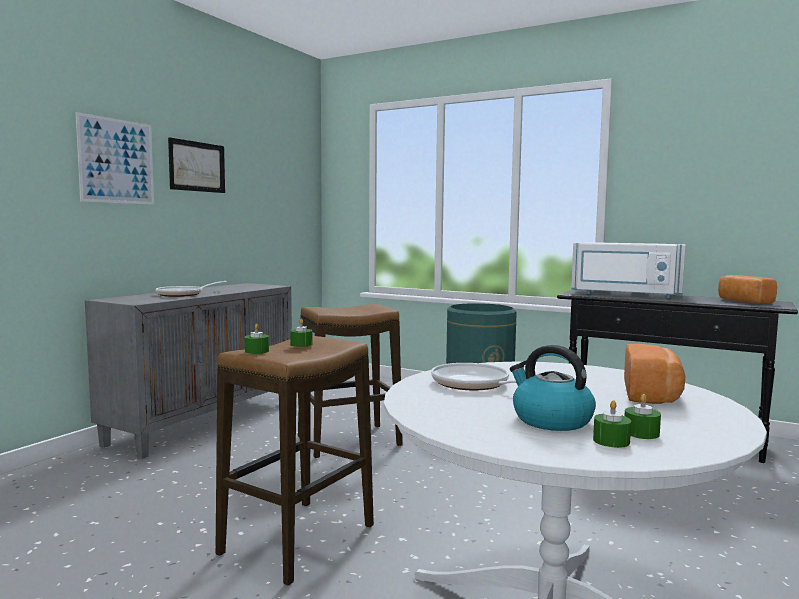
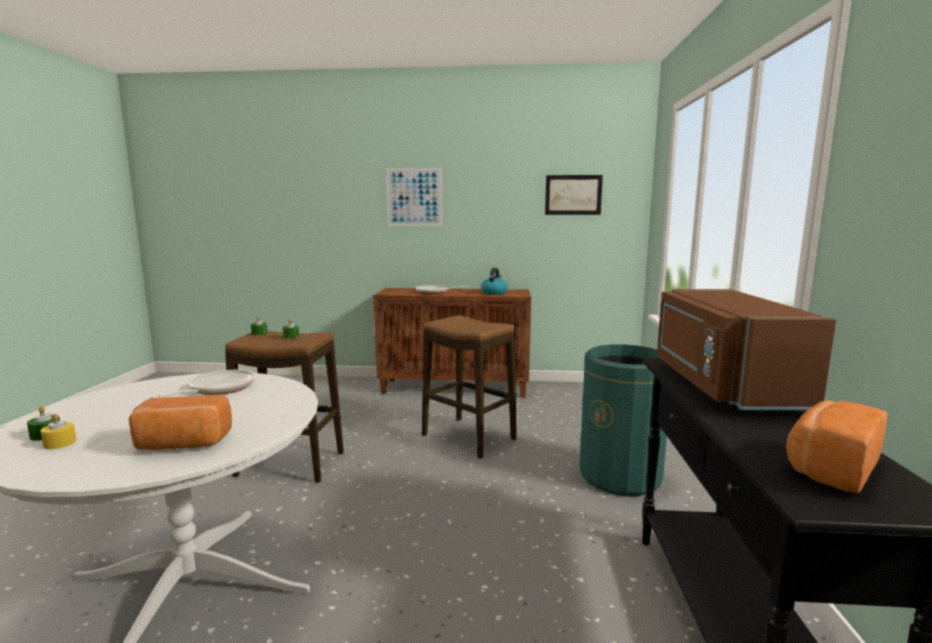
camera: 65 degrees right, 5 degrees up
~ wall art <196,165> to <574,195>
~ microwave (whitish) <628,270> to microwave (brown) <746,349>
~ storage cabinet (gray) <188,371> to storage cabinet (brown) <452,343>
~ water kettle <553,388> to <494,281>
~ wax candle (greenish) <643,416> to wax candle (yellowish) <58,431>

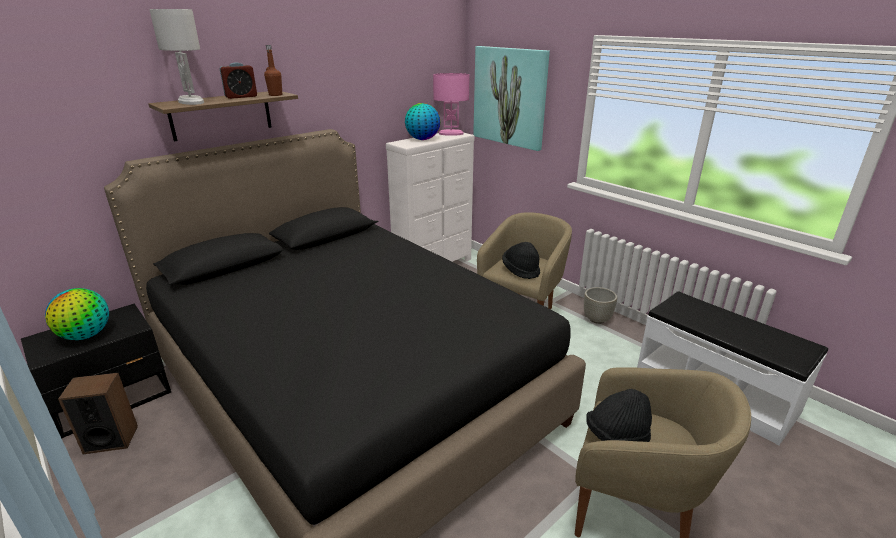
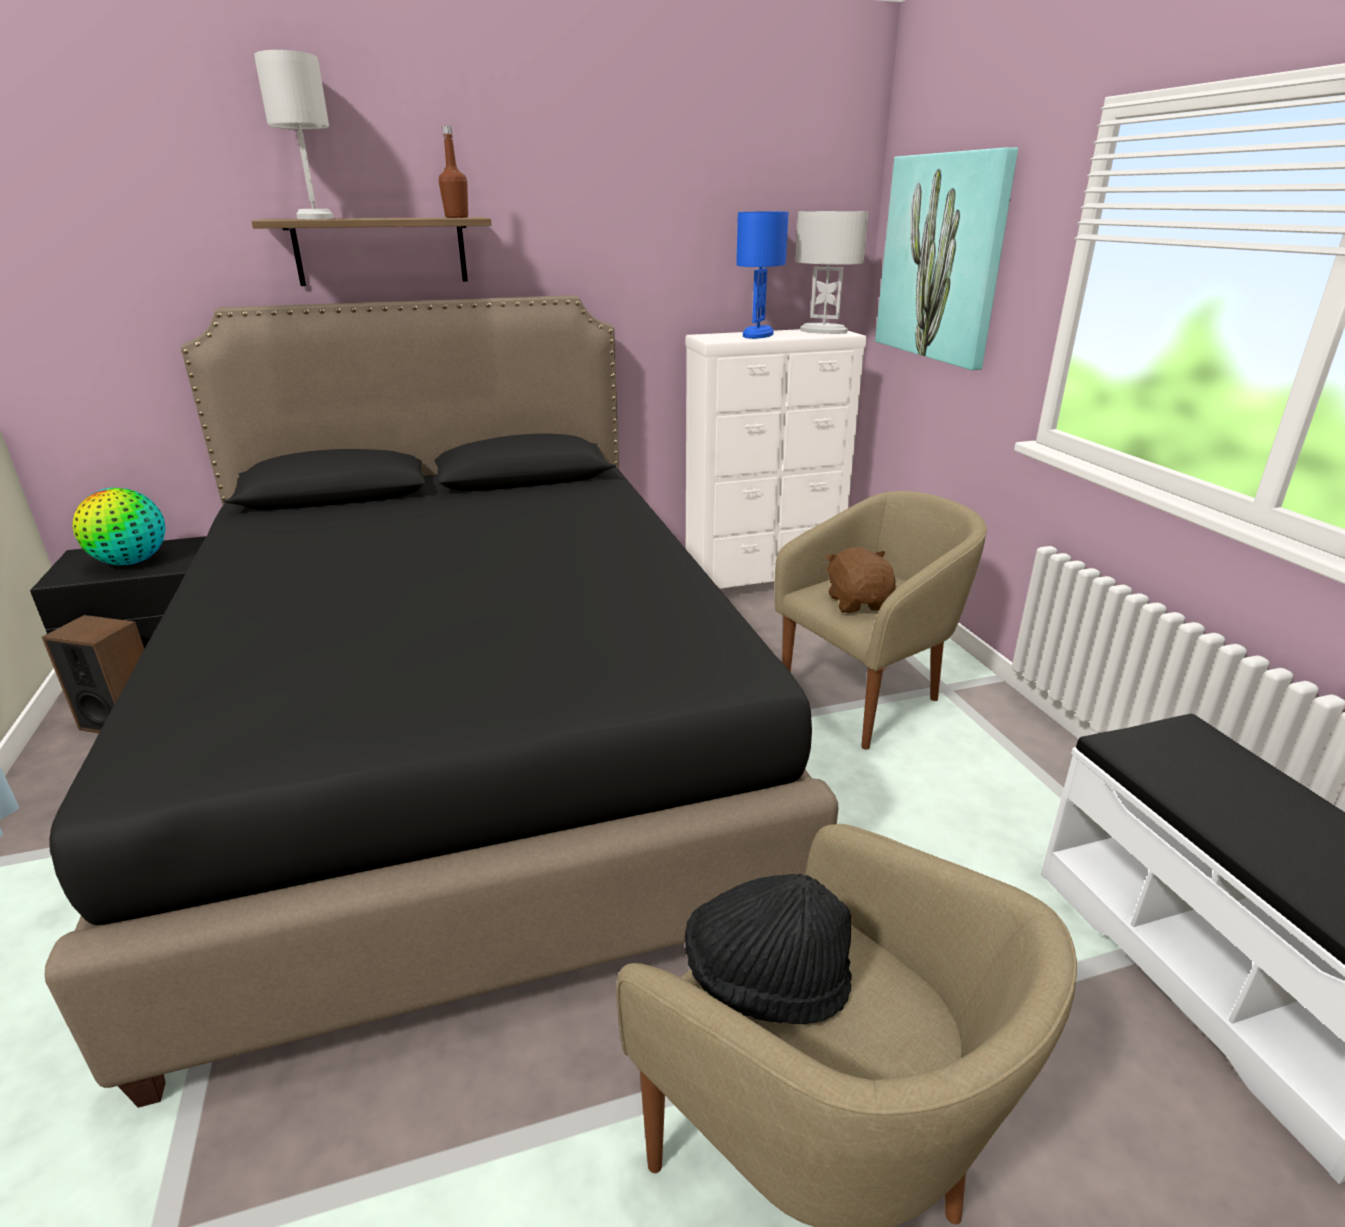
camera: 25 degrees right, 0 degrees up
- bedside clock <238,80>
~ lamp for a table (pink-coloured) <451,104> to lamp for a table (whitish) <831,272>
~ globe <422,121> to lamp for a table (blue-coloured) <762,275>
~ wearable hat (blackish) <521,260> to soft toy (brown) <860,580>
- flower pot (gray) <600,305>

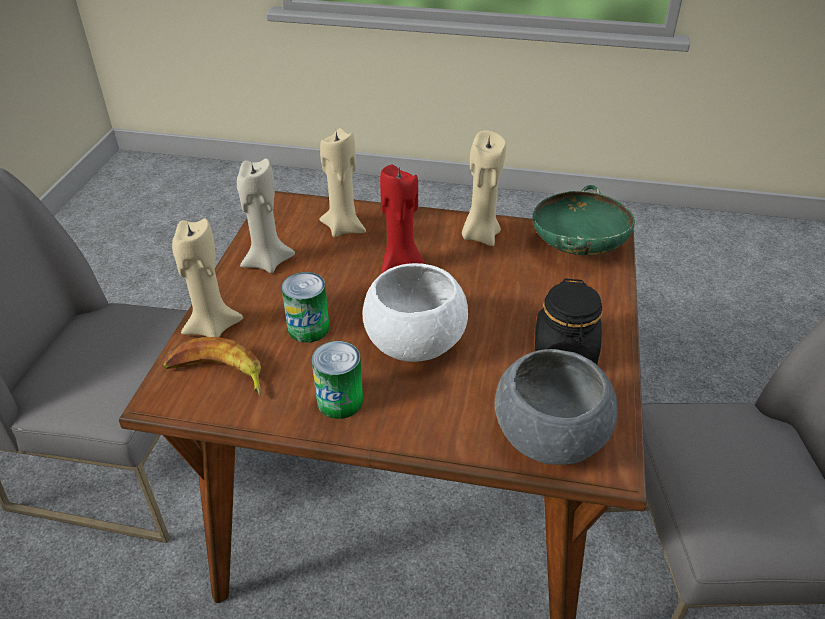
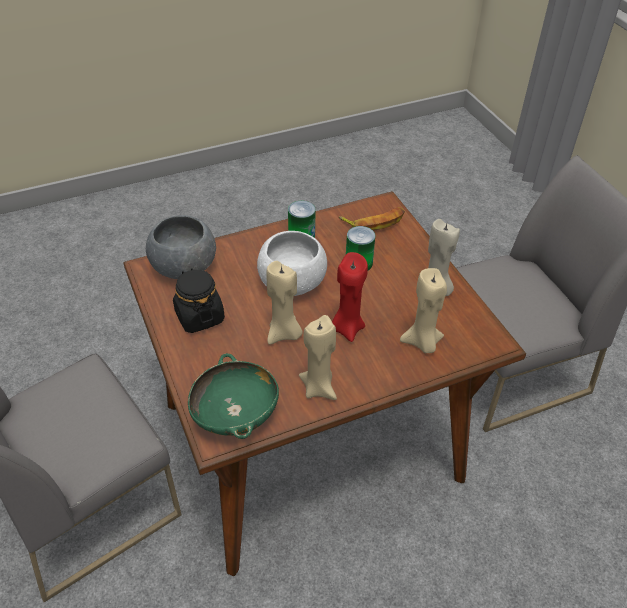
camera: 145 degrees right, 5 degrees up
~ wax candle (beige-coloured) <207,277> to <284,303>

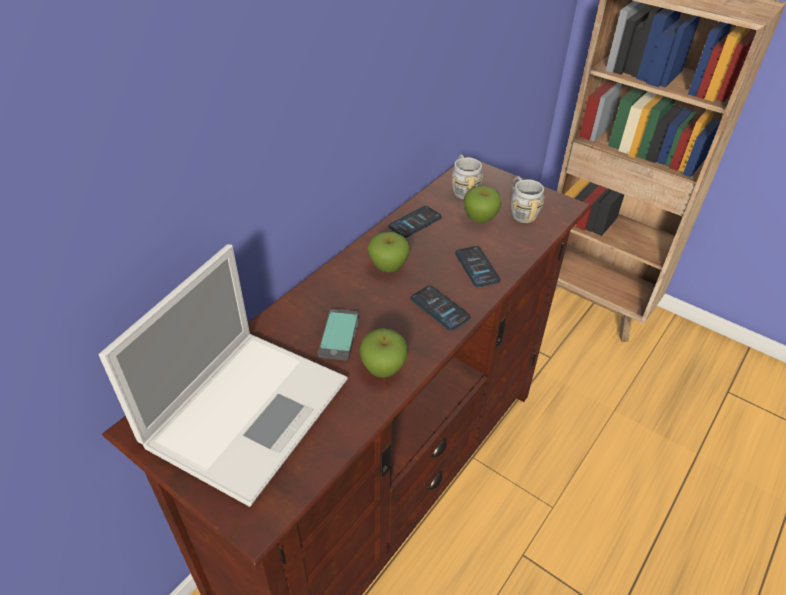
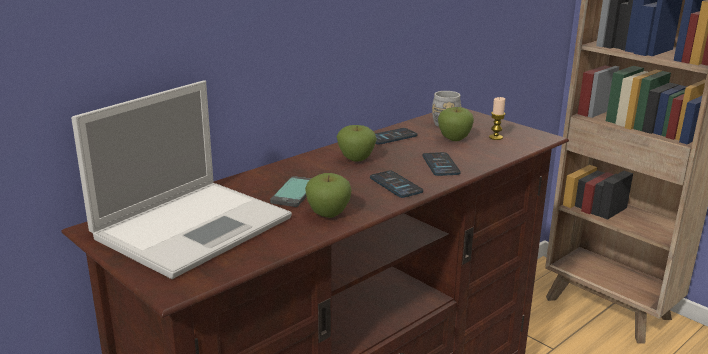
camera: 10 degrees right, 20 degrees down
~ tea mug (gray) <527,199> to wax candle <497,118>

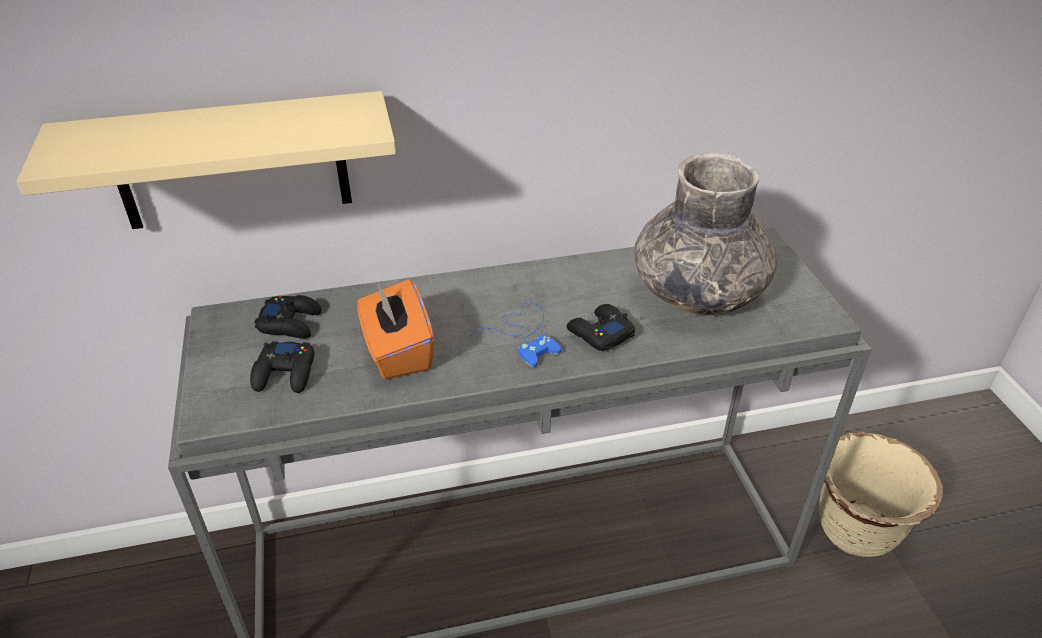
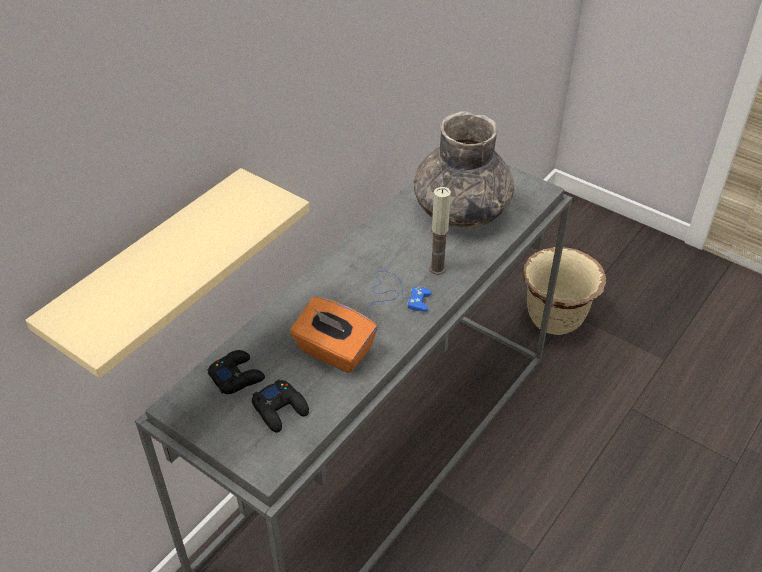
camera: 40 degrees left, 5 degrees up
~ game controller (blackish) <601,327> to wax candle <440,231>

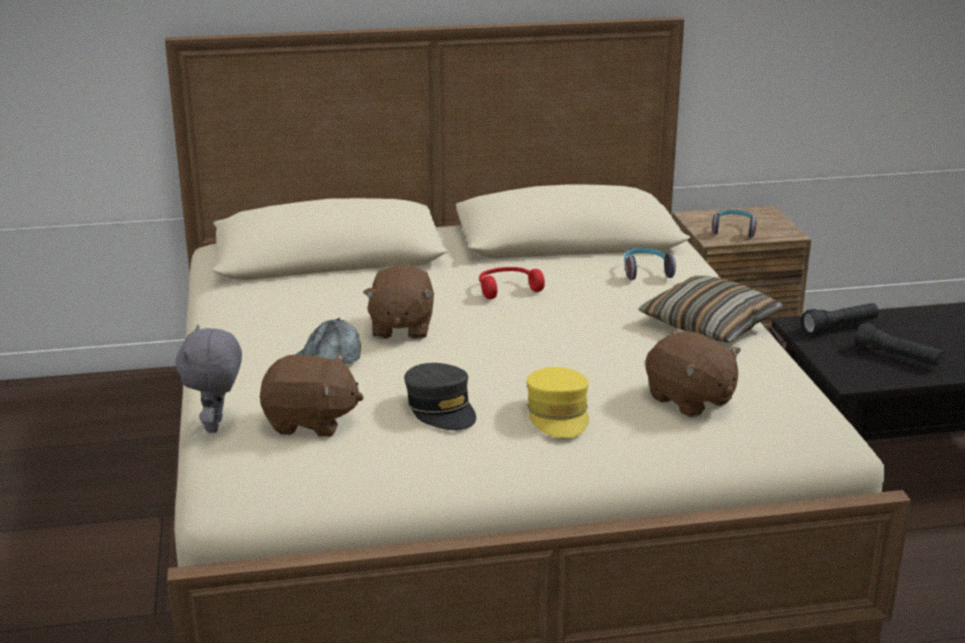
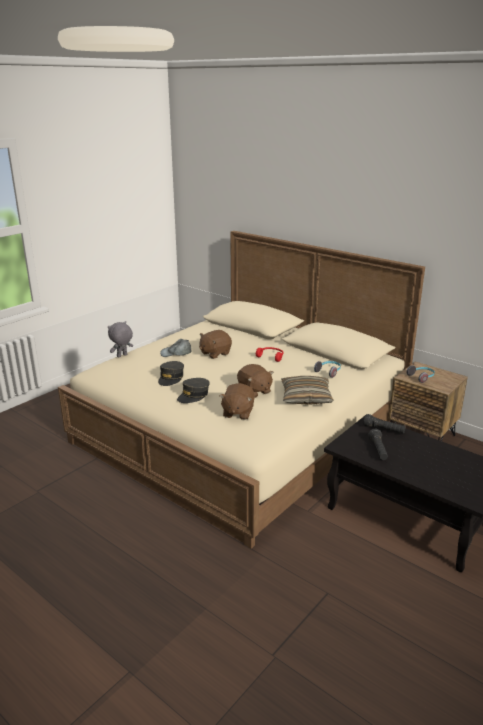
camera: 50 degrees right, 0 degrees up
~ soft toy (brown) <312,395> to <255,381>
~ cap (yellowish) <557,402> to cap (gray) <193,390>

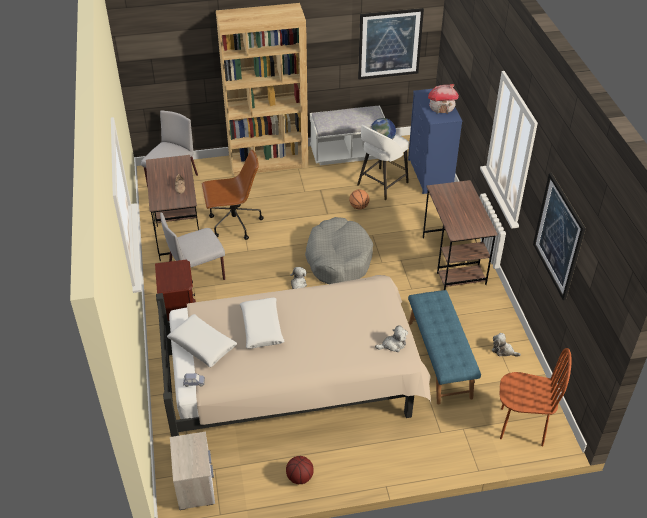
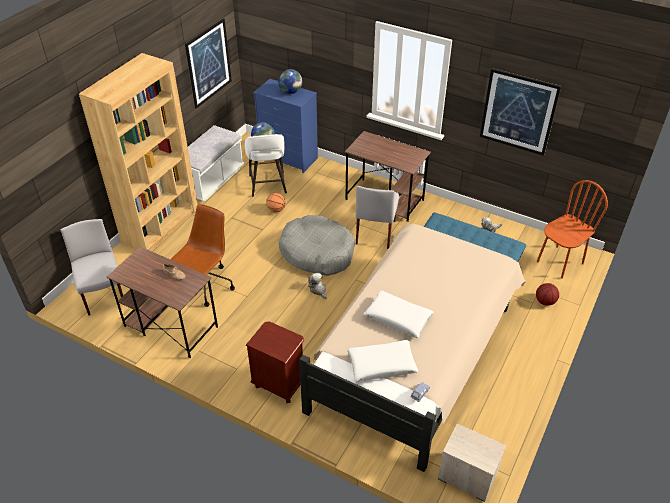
camera: 50 degrees left, 0 degrees up
~ toy house <443,99> to globe <290,81>
~ plain chair (gray) <192,246> to <377,217>
- soft toy <391,338>
~ ball for basketball <300,470> to <547,294>

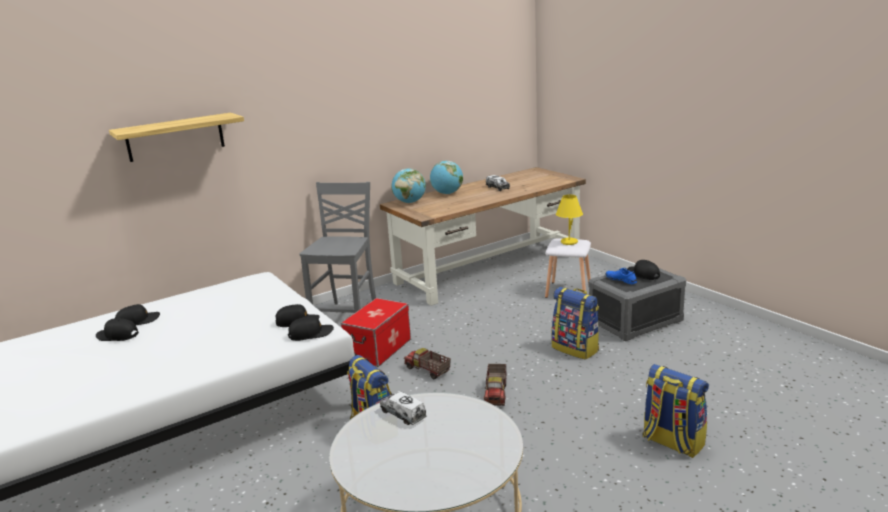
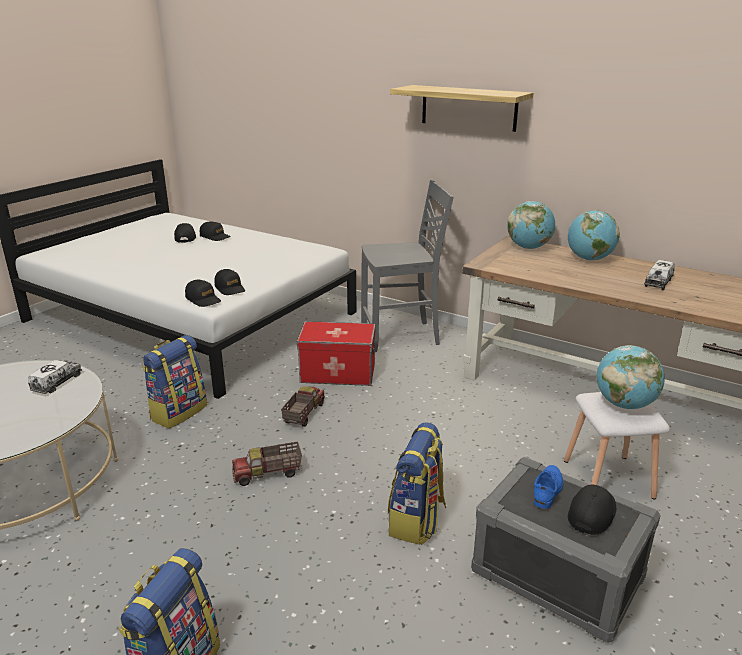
camera: 65 degrees right, 5 degrees up
~ bracket shelf <176,137> to <461,108>
~ lamp for a table (yellowish) <569,220> to globe <630,377>

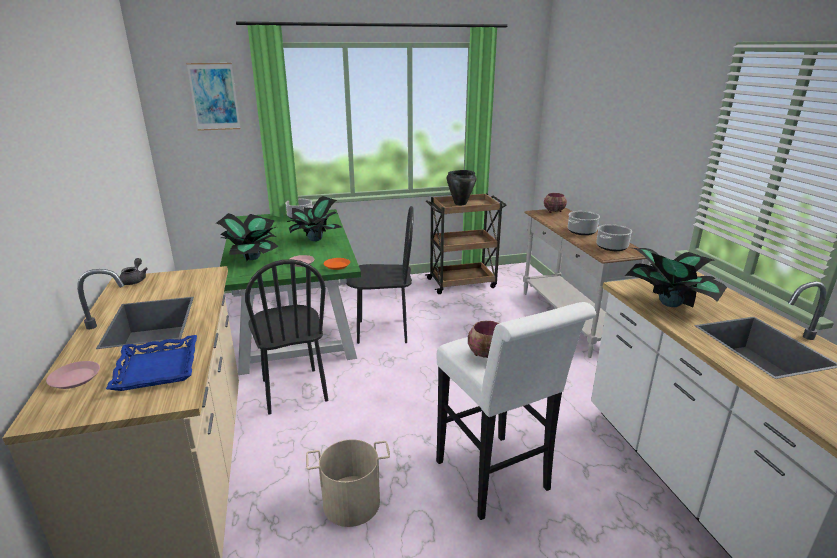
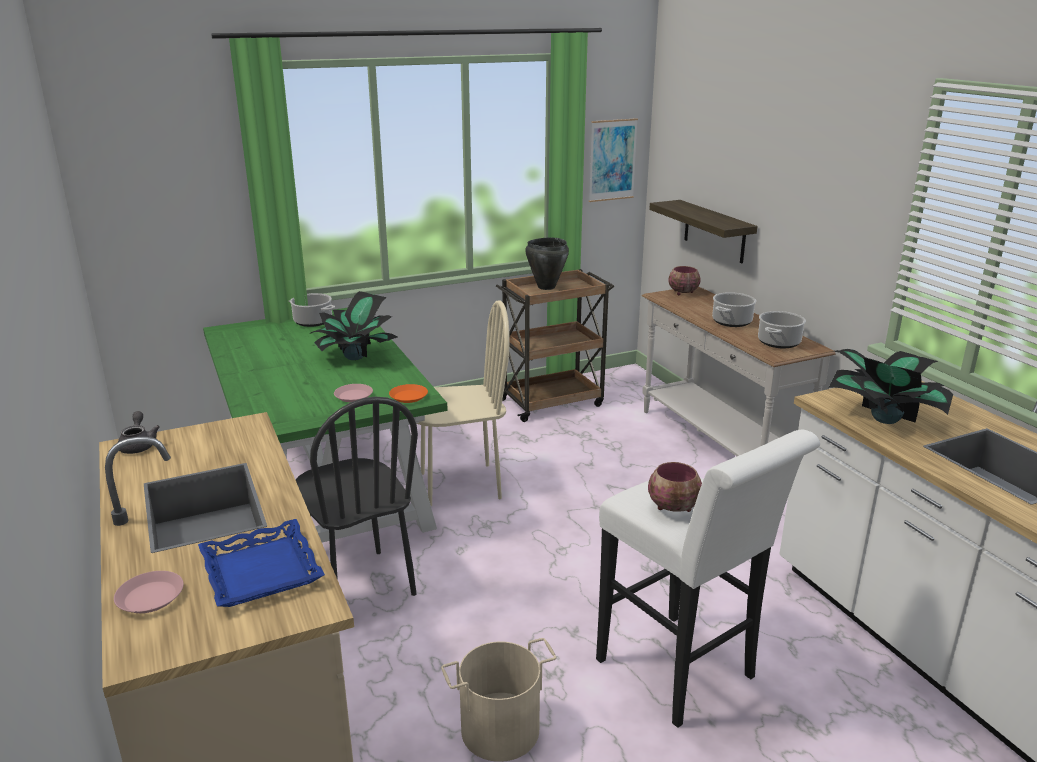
camera: 10 degrees left, 0 degrees up
~ wall art <213,97> to <613,160>
~ plain chair (blackish) <380,275> to plain chair (beige-coloured) <463,403>
- potted plant <247,237>
+ bracket shelf <703,231>

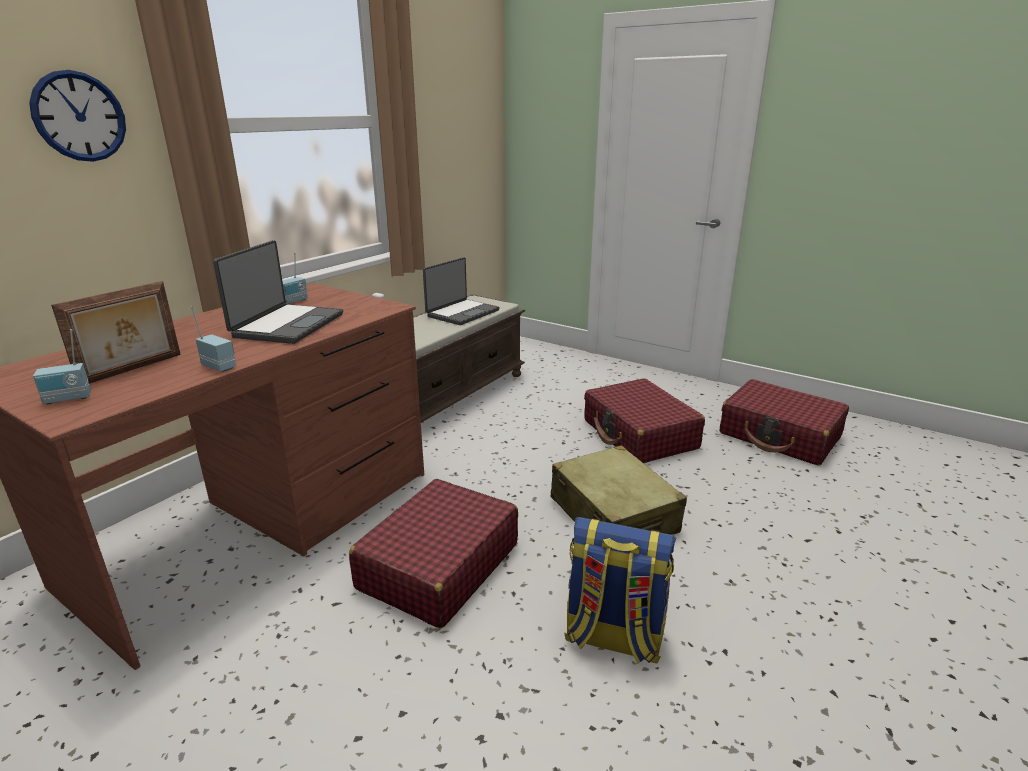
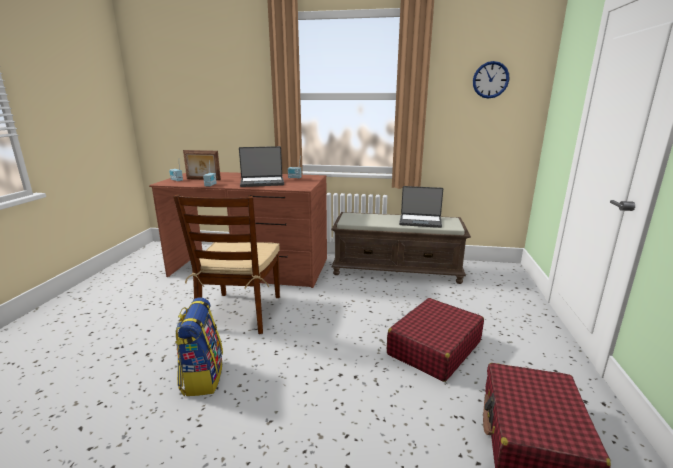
camera: 65 degrees right, 5 degrees down
~ wall clock <77,116> to <491,80>
- travel case (beige-coloured) <619,490>
~ travel case (red-coloured) <433,553> to plain chair (brown) <226,264>

